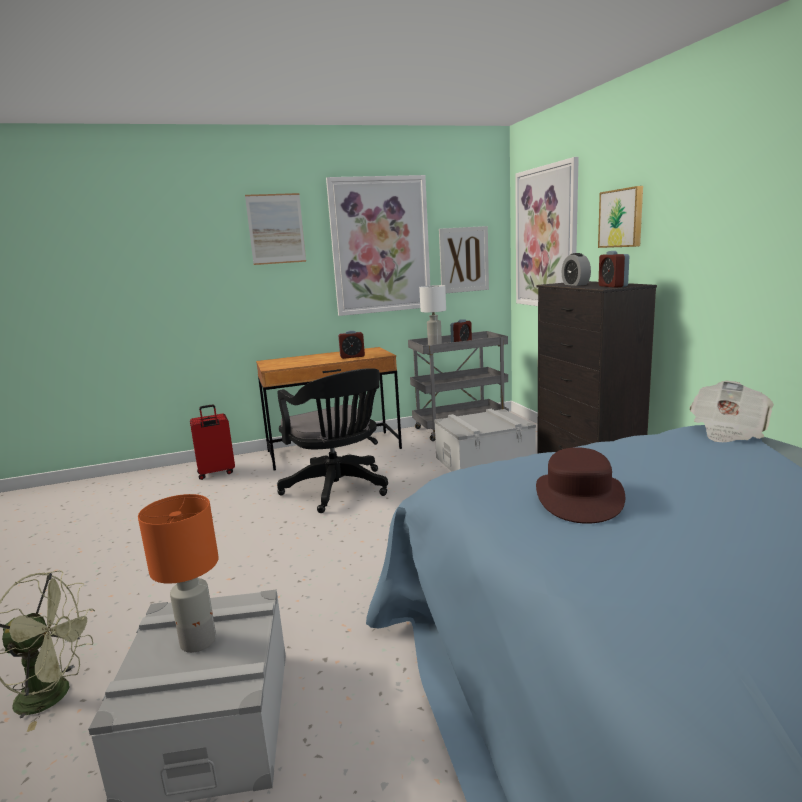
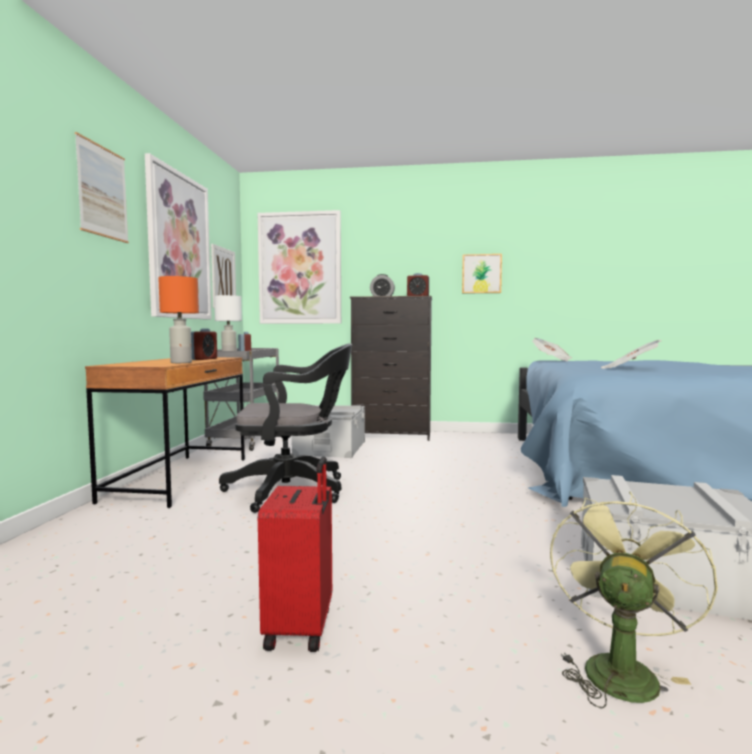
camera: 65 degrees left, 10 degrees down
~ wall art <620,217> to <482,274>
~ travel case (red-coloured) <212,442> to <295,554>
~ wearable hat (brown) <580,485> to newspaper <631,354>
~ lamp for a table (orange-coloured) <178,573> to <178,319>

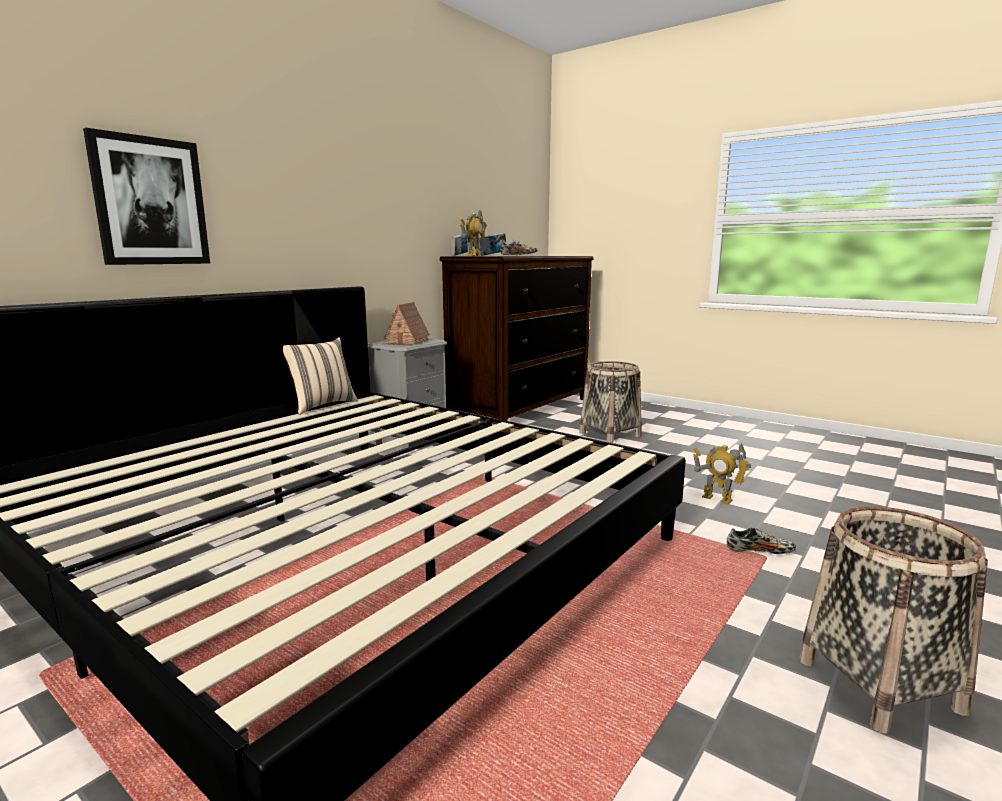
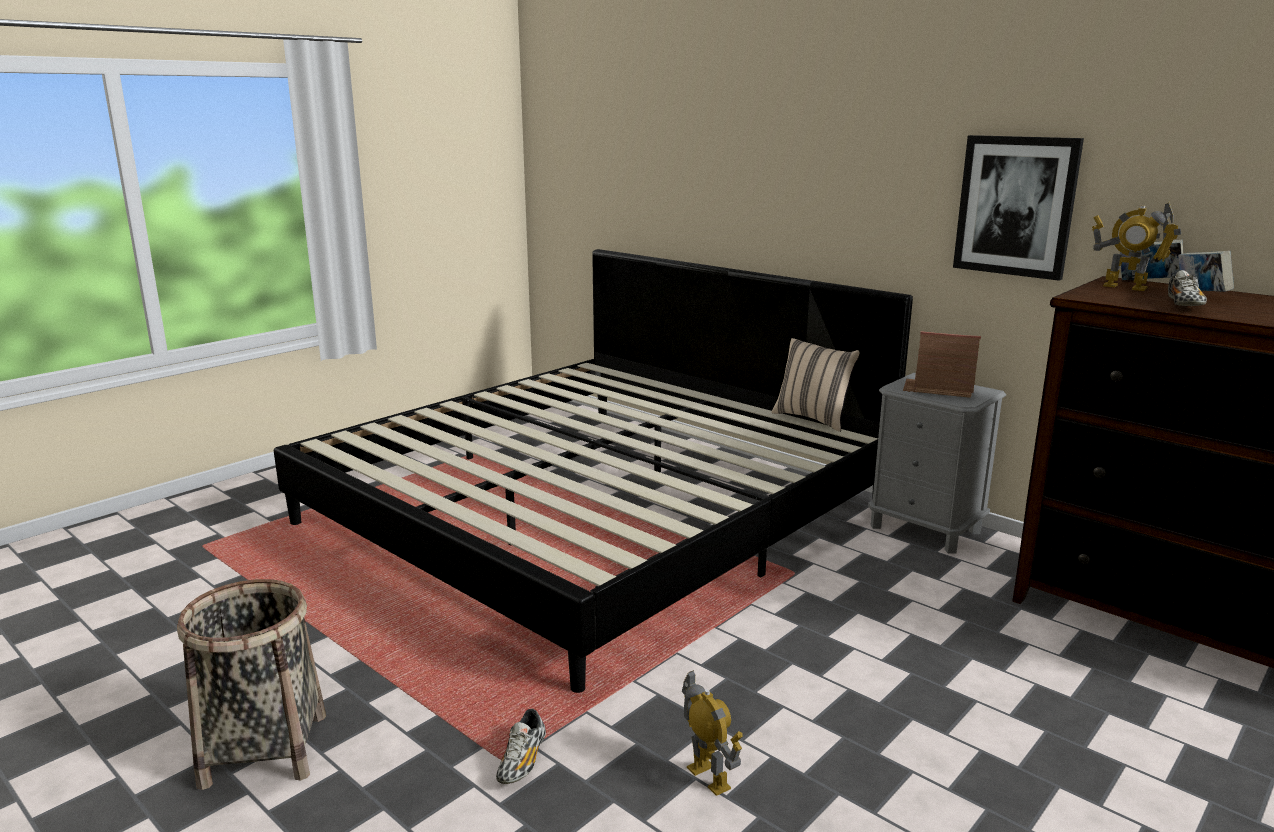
camera: 95 degrees right, 5 degrees up
~ wall art <146,196> to <1018,208>
- storage basket <610,402>
~ model robot <722,474> = <712,733> 105 degrees clockwise

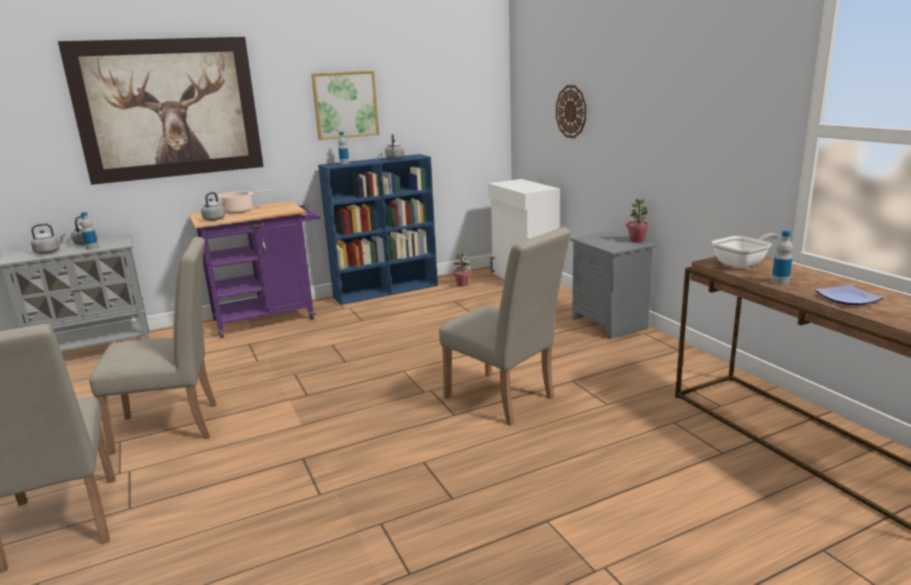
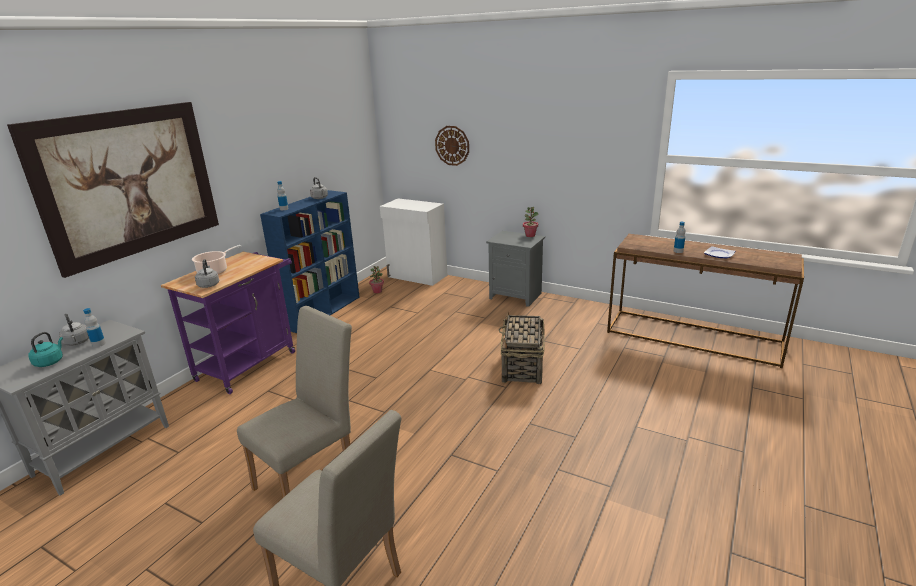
camera: 35 degrees left, 5 degrees up
- wall art <345,105>
~ water kettle (gray) <48,239> to water kettle (blue-green) <45,349>
~ plain chair (beige-coloured) <505,326> to storage basket <521,348>
- pan <745,251>

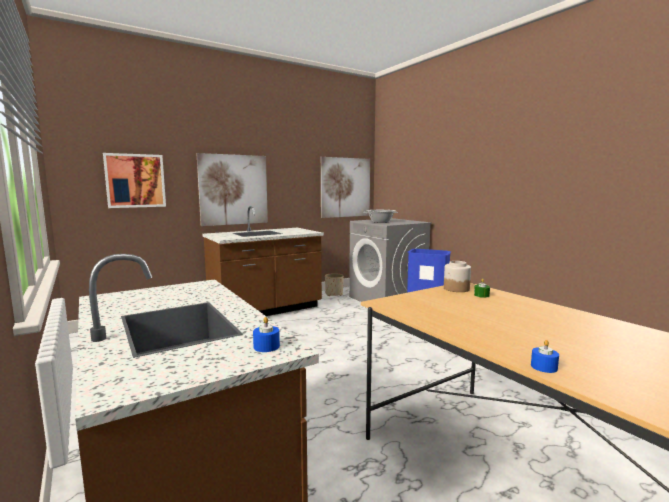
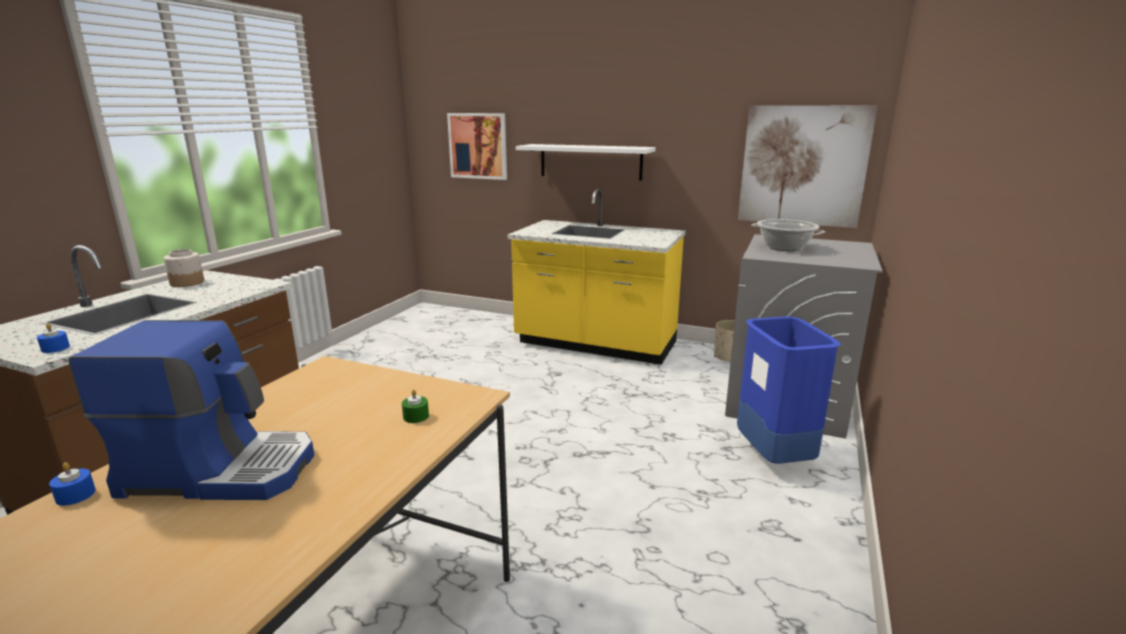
camera: 55 degrees right, 10 degrees up
~ wall art <232,189> to bracket shelf (whitish) <586,162>
~ kitchen base unit (brown) <263,261> to kitchen base unit (yellowish) <597,277>
~ jar <457,276> to <184,268>
+ coffee brewer <191,410>

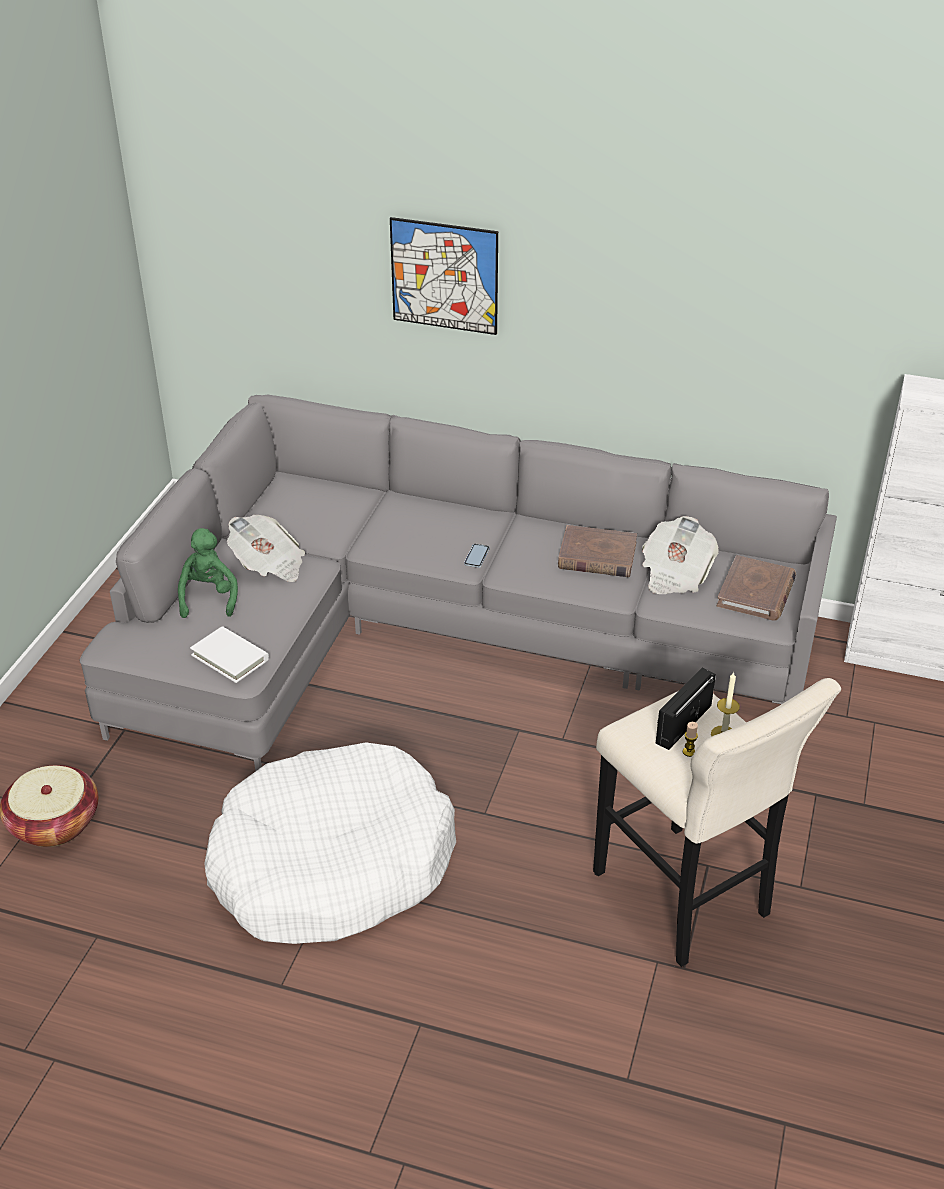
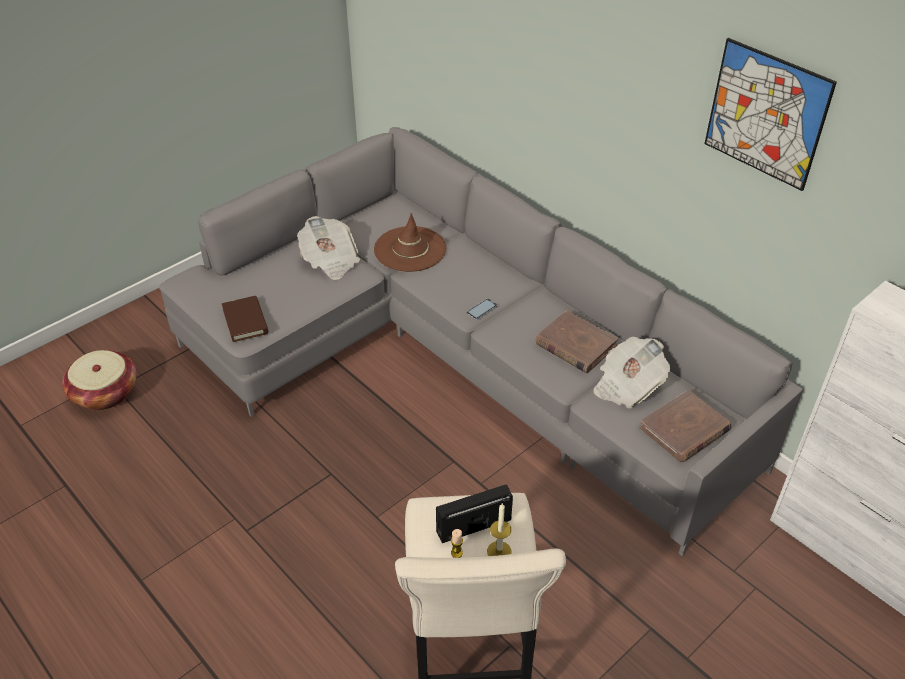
camera: 30 degrees right, 5 degrees up
~ wall art <444,276> to <770,114>
- soft toy (greenish) <208,573>
~ volume (whitish) <229,654> to volume (brown) <245,319>
- dog cushion (whitish) <330,843>
+ wearable hat (brown) <410,242>

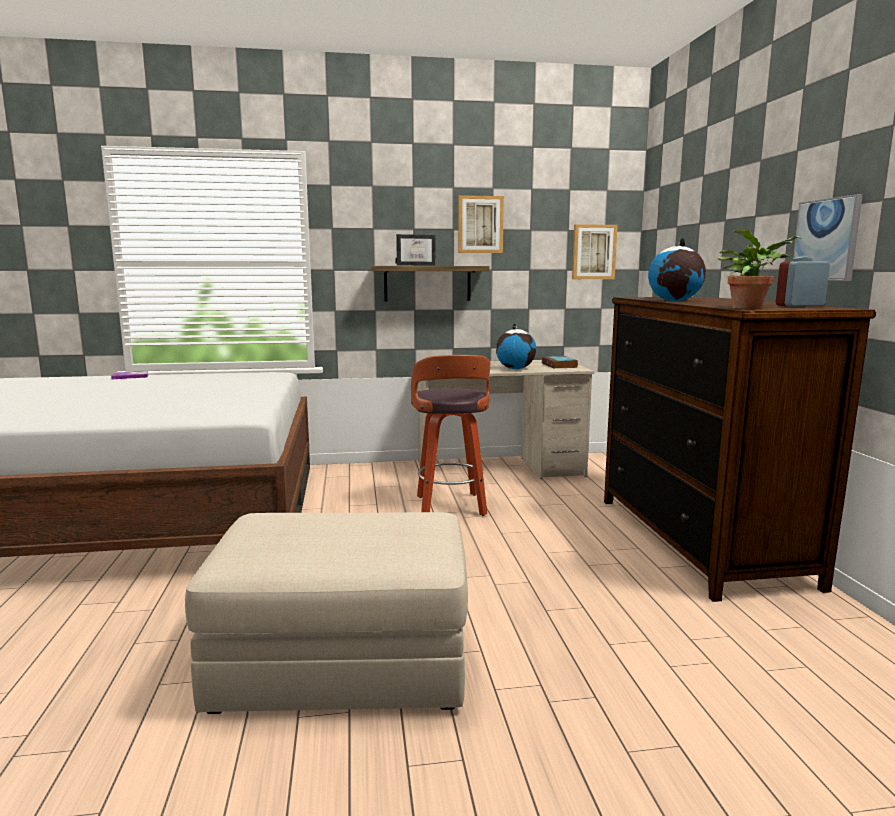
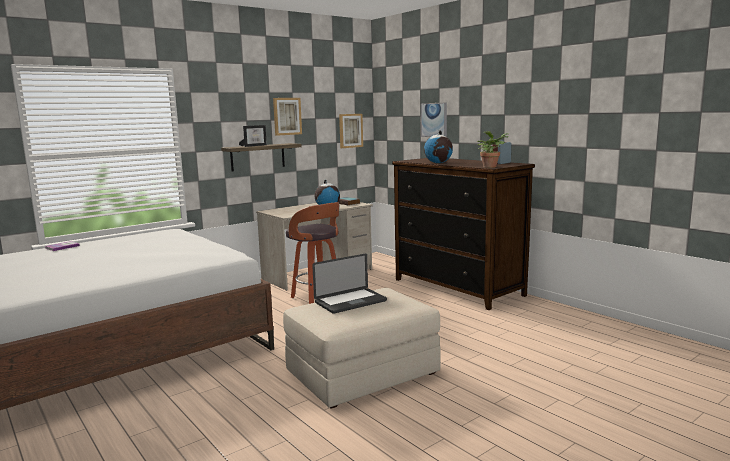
camera: 30 degrees left, 0 degrees up
~ wall art <828,237> to <434,119>
+ laptop <349,284>

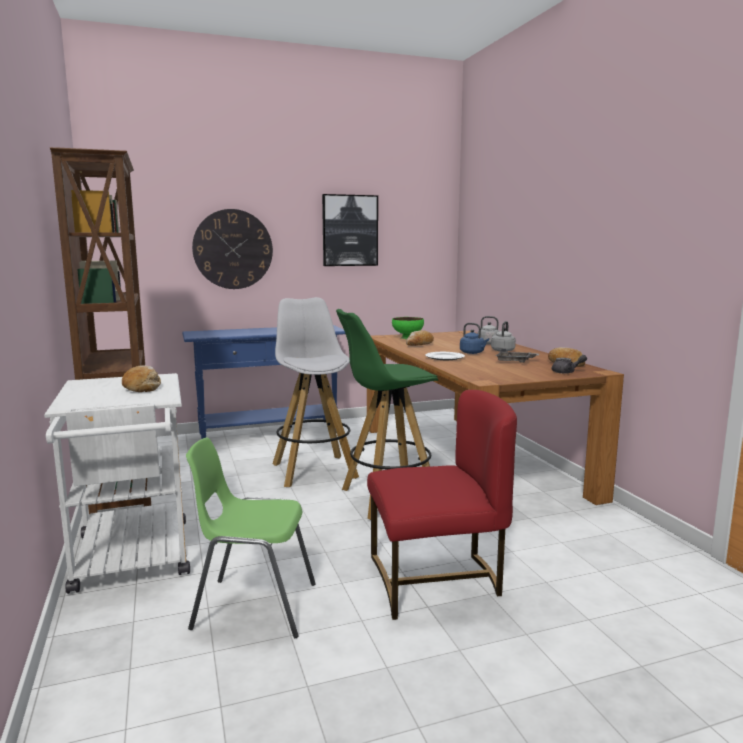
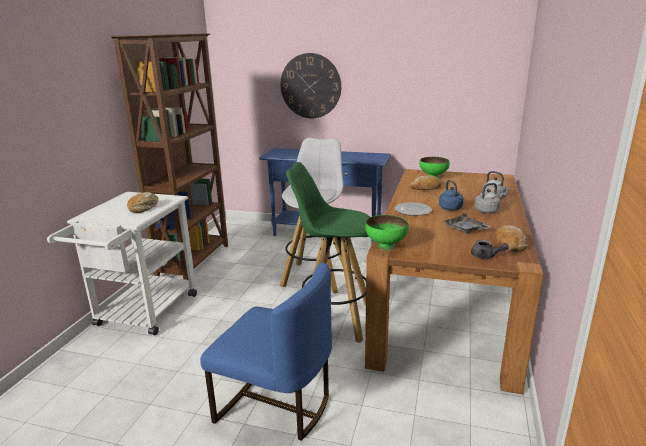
camera: 35 degrees right, 10 degrees up
- wall art <350,230>
~ plain chair (red-coloured) <442,505> to plain chair (blue-coloured) <266,352>
- plain chair (greenish) <251,537>
+ deep dish (greenish) <387,232>

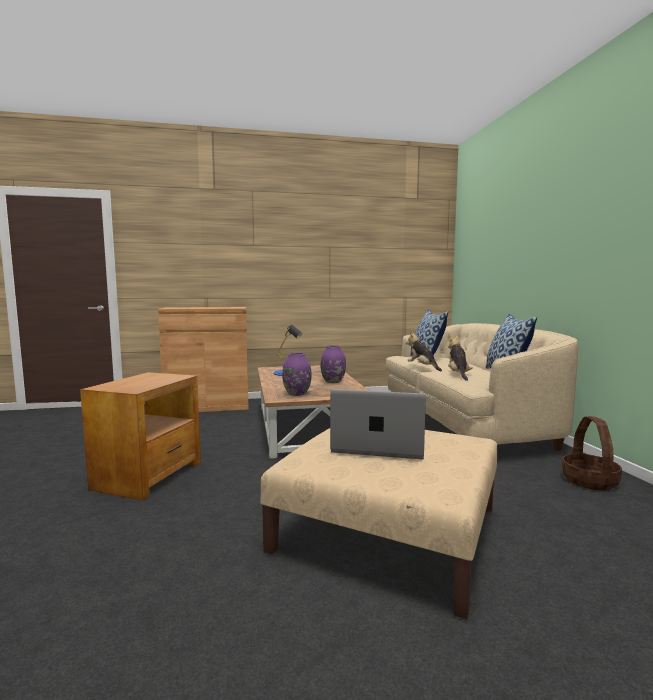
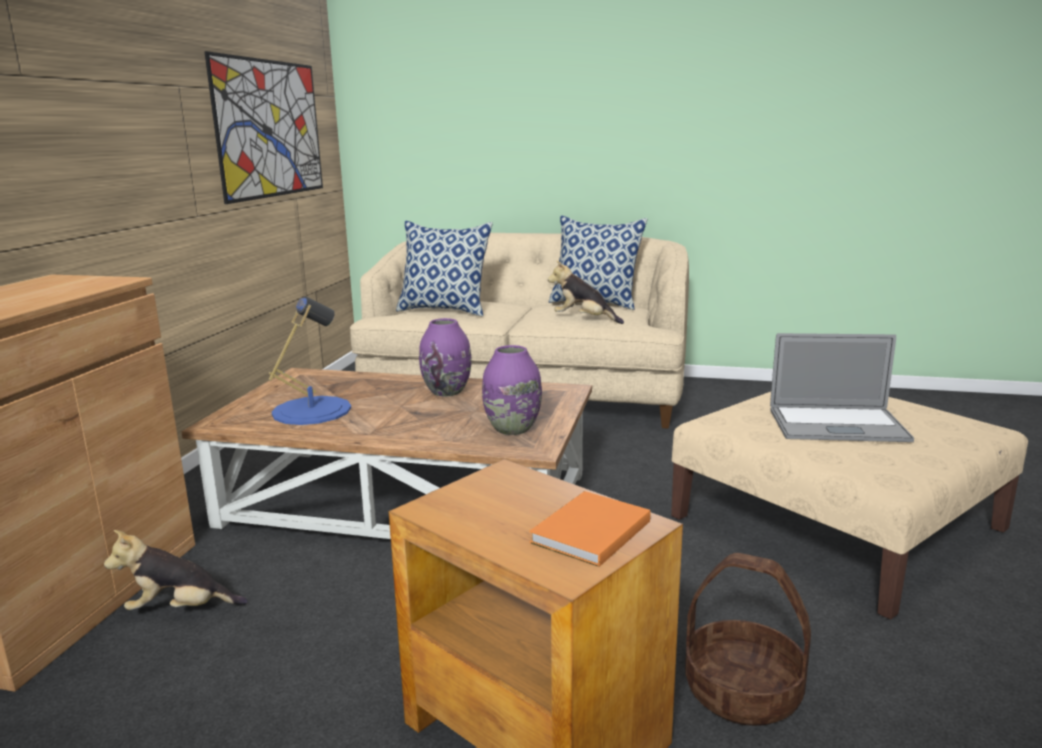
camera: 65 degrees left, 10 degrees up
~ soft toy <423,351> to <176,570>
~ laptop <378,424> = <842,387> 120 degrees counterclockwise
~ storage basket <592,453> to <748,639>
+ wall art <263,127>
+ volume (orange-coloured) <590,529>

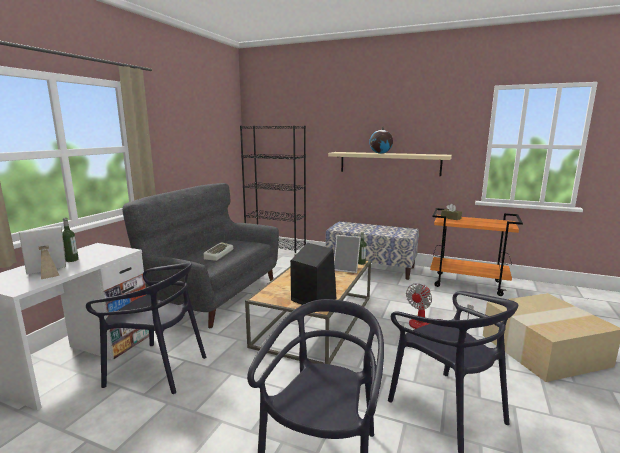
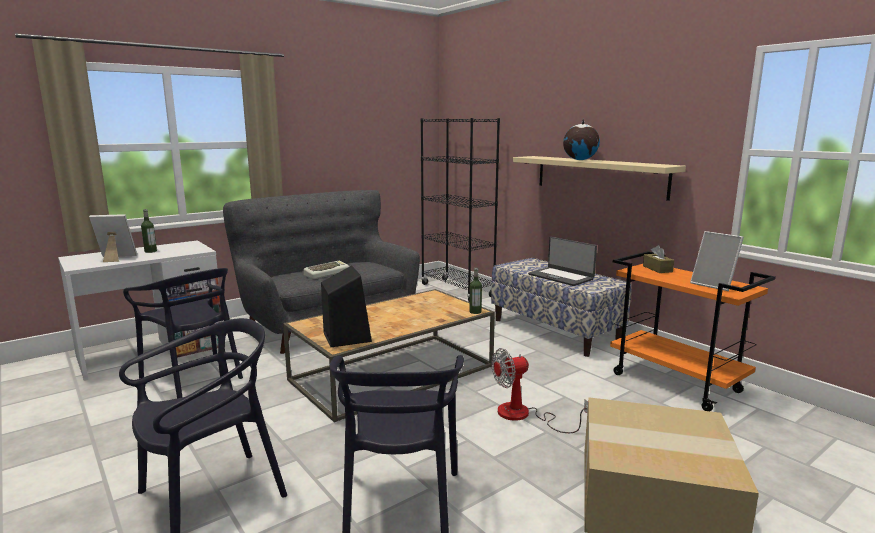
camera: 30 degrees right, 0 degrees up
~ photo frame <347,254> to <717,261>
+ laptop <562,261>

